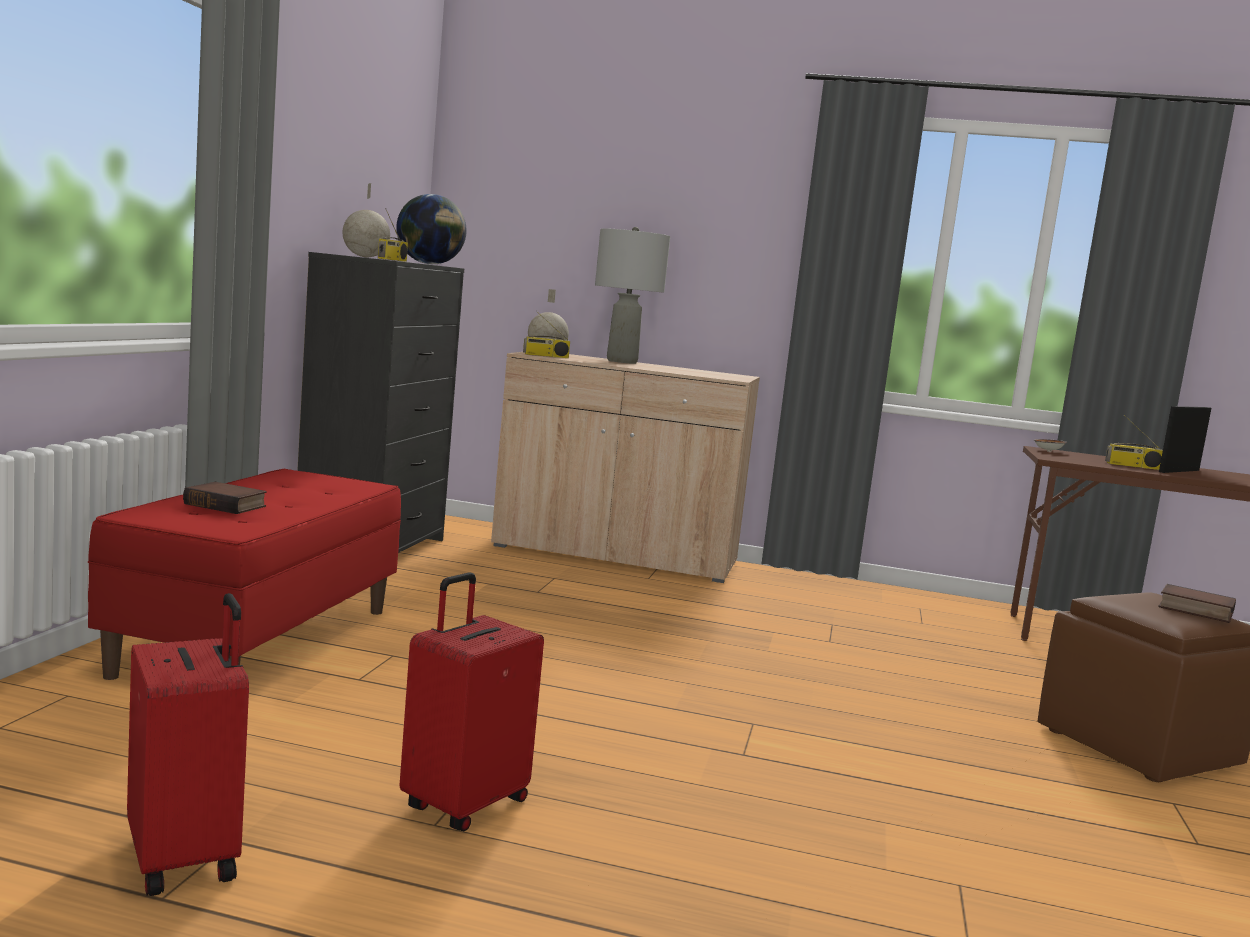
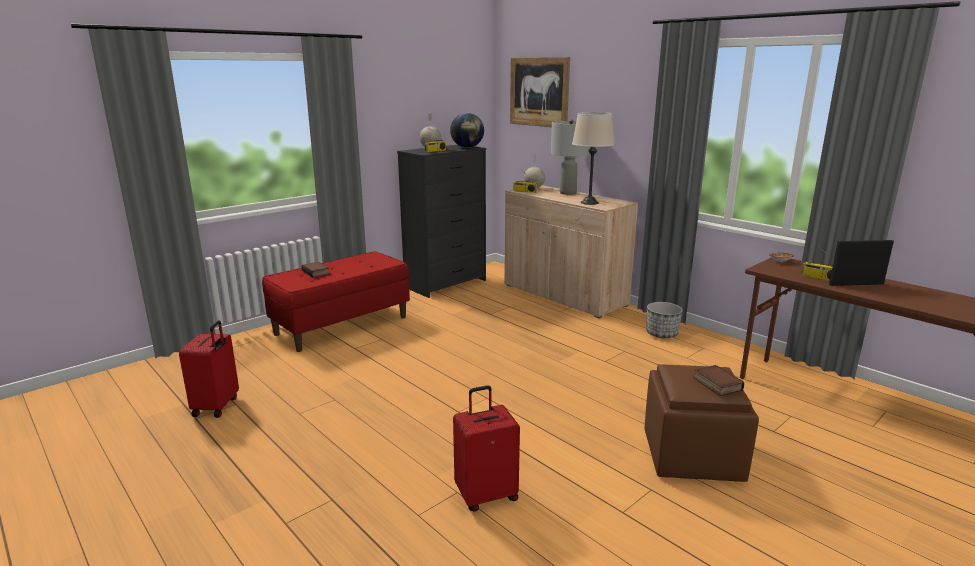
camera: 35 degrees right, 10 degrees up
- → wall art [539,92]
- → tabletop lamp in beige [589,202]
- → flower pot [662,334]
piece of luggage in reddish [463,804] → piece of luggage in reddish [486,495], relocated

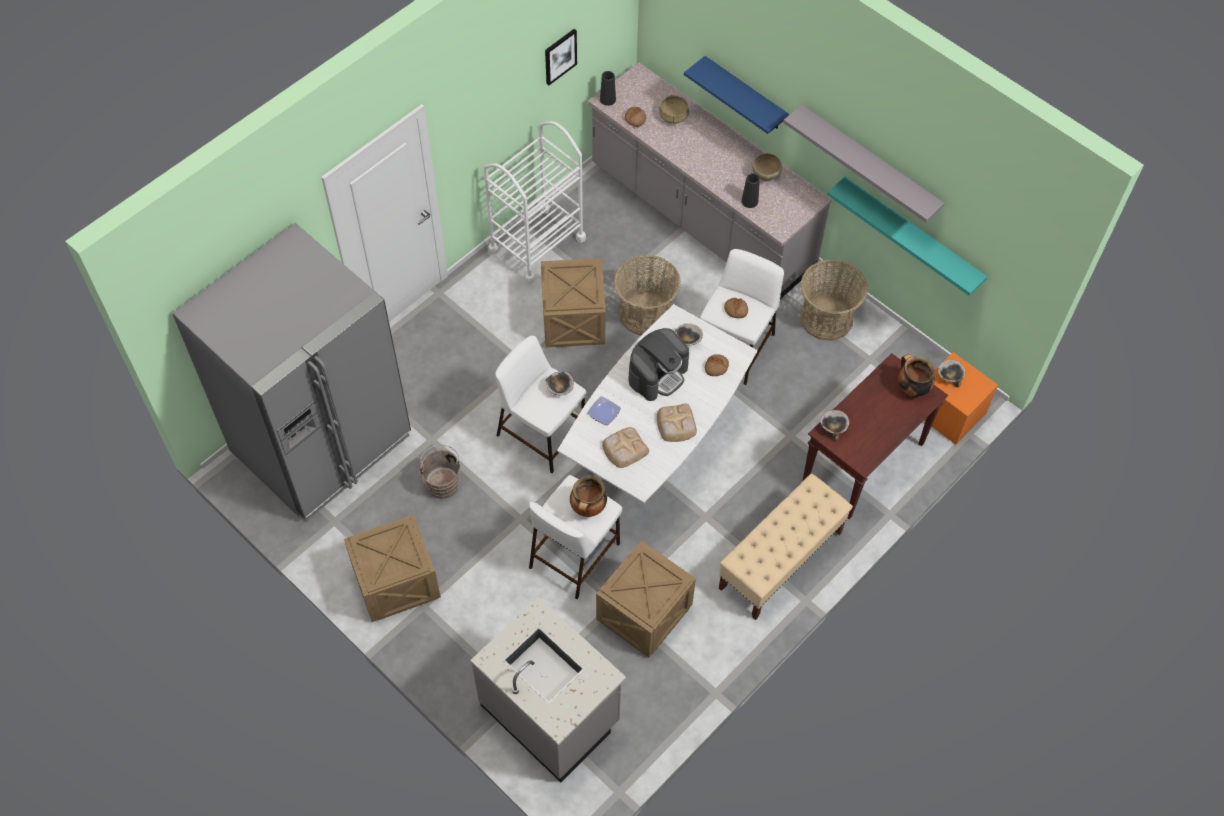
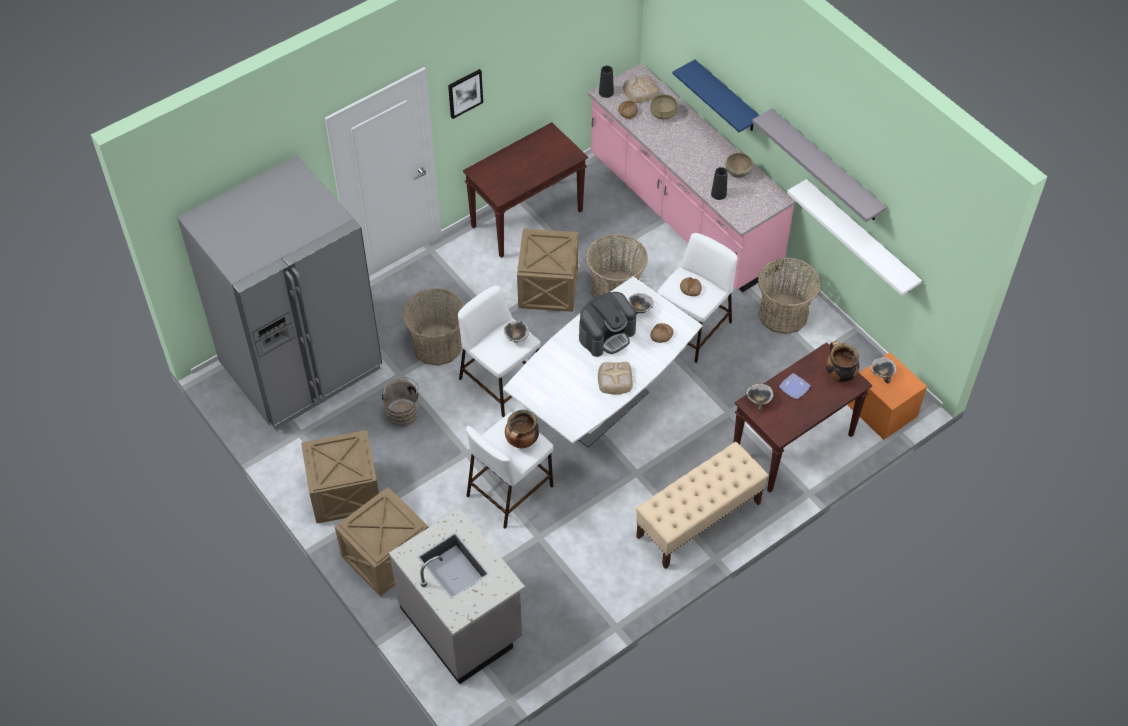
camera: 10 degrees right, 5 degrees down
- → household basket [437,345]
wall art [560,56] → wall art [465,93], relocated
plate [603,411] → plate [794,387], relocated
crate [645,611] → crate [387,556], relocated
baked bread [624,449] → baked bread [640,91], relocated
wheeled cart in white [537,244] → hall table in brown [527,218]
kitchen counter in greyish [701,218] → kitchen counter in pink [683,212]
bracket shelf in turquoise-coloured [912,234] → bracket shelf in white [860,237]

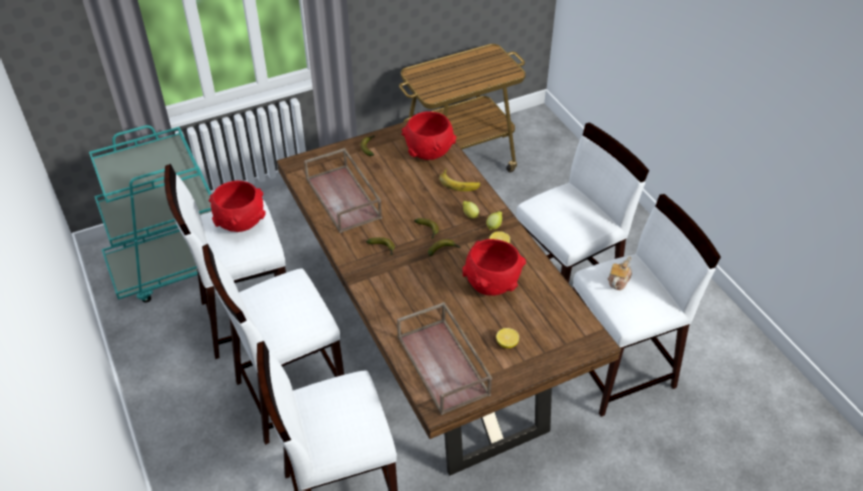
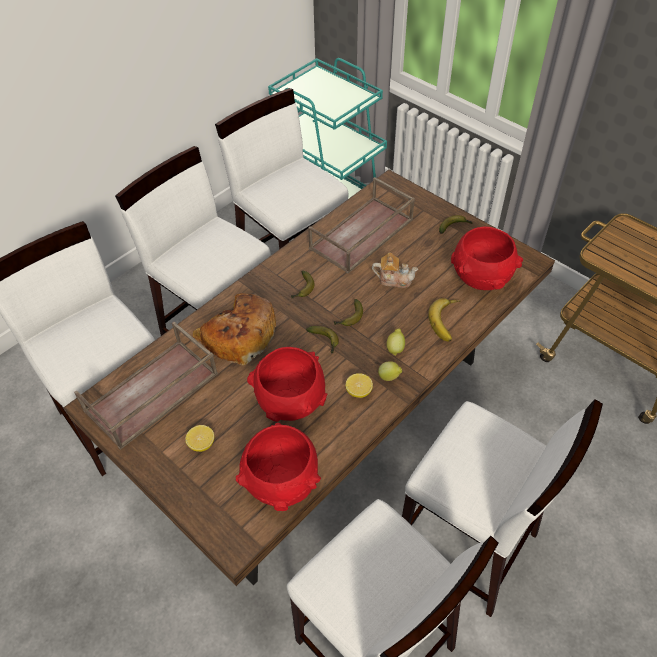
camera: 70 degrees right, 5 degrees up
- → baked bread [238,335]
bowl in reddish [241,223] → bowl in reddish [282,483], relocated
tea pot [618,280] → tea pot [394,279], relocated

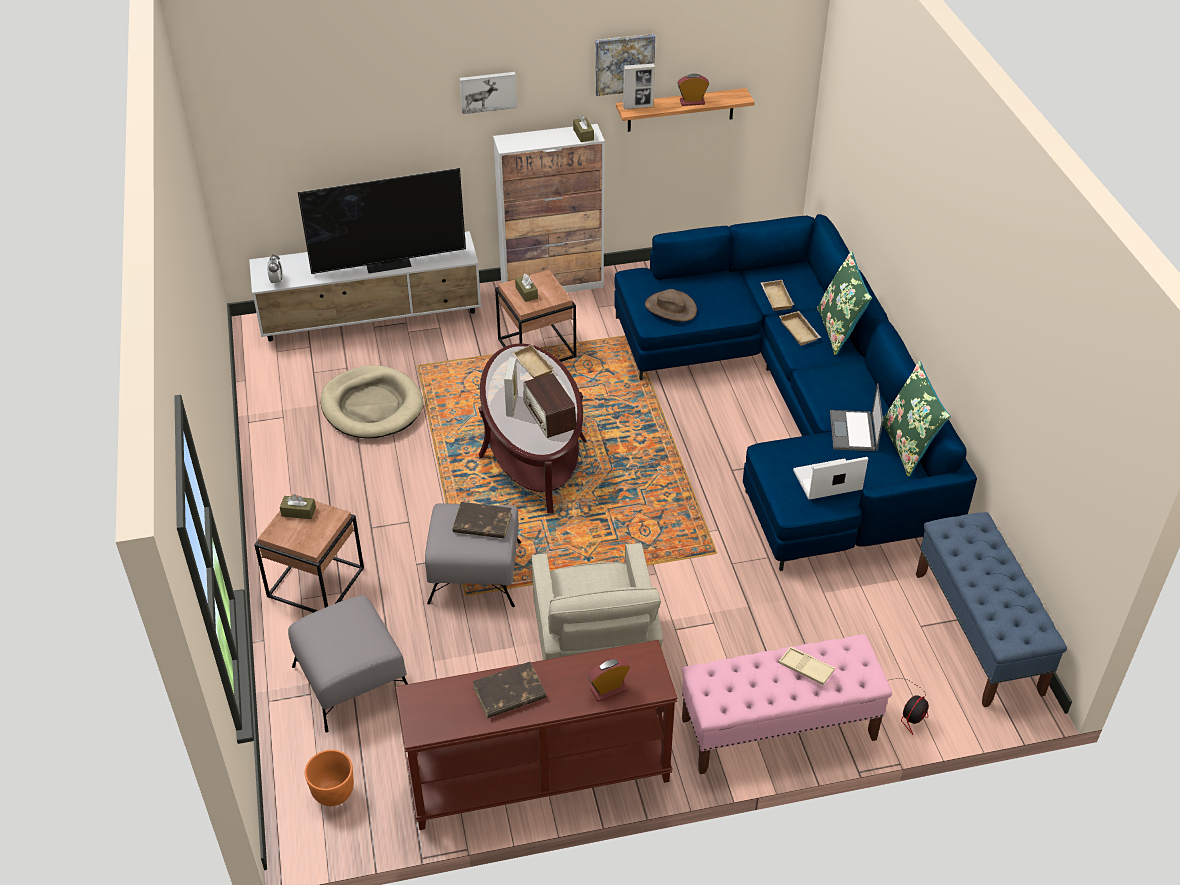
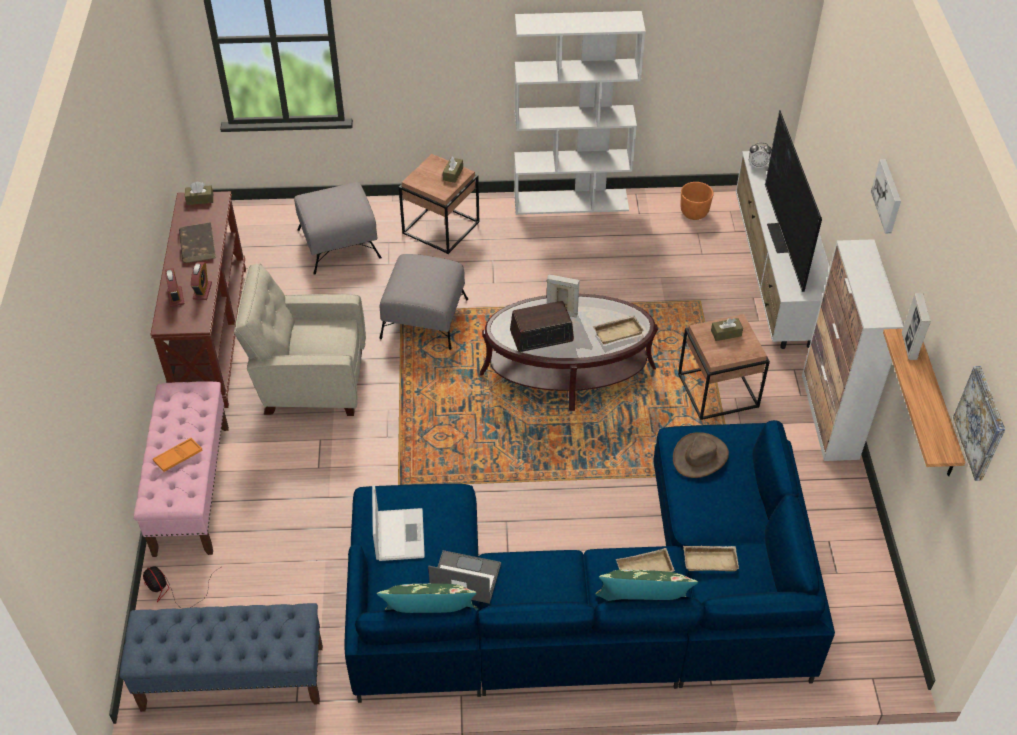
camera: 100 degrees right, 5 degrees up
dog cushion in beige [372,406] → -
volume in brown [482,523] → -
- → bookcase in white [571,201]
flower pot in orange-coloured [334,792] → flower pot in orange-coloured [694,214], relocated
box of tissues in brown [583,134] → box of tissues in brown [200,199], relocated
wall art [624,63] → wall art [981,423], relocated
bedside clock [692,102] → bedside clock [202,291], relocated
carrying tray in beige [806,668] → carrying tray in orange-coloured [178,457]

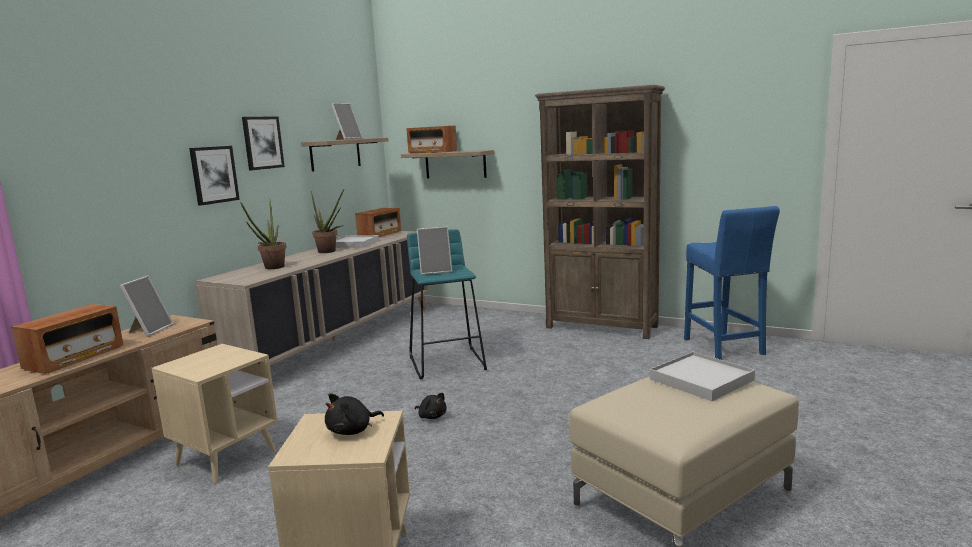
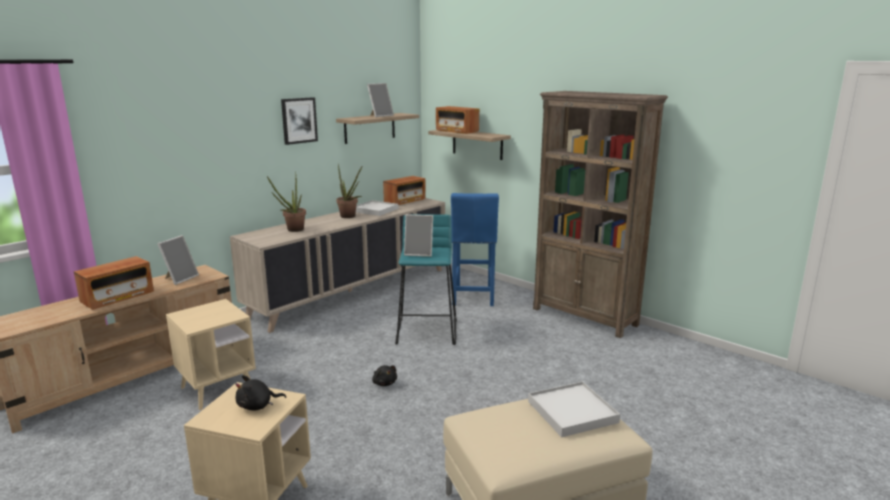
camera: 15 degrees right, 5 degrees up
wall art [214,175] → -
stool in bluish [724,348] → stool in bluish [473,297], relocated

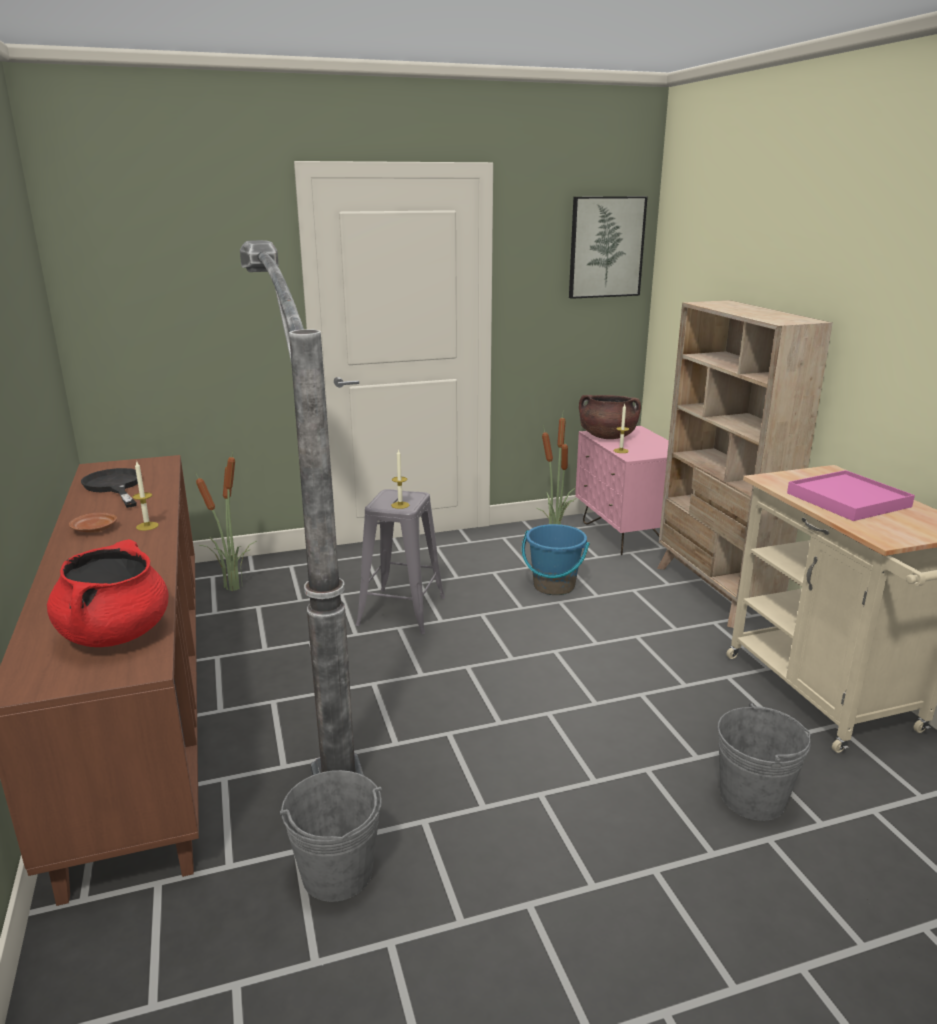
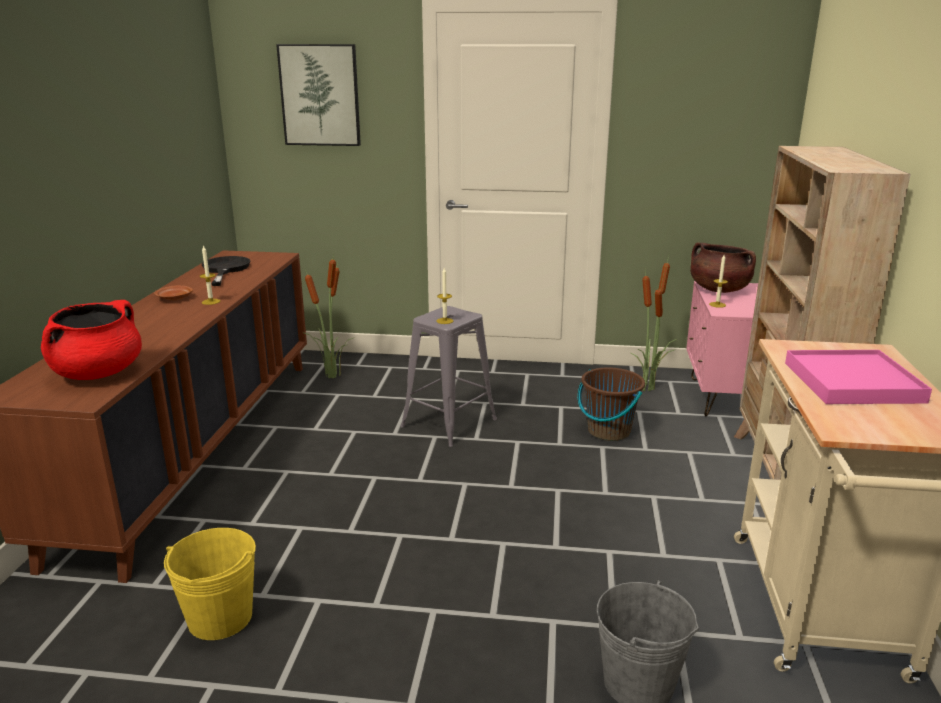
camera: 25 degrees right, 0 degrees up
floor lamp [312,688] → -
wall art [606,247] → wall art [320,95], relocated
pail in greyish [337,873] → pail in yellow-coloured [220,618]
pail in bluish [554,586] → pail in brown [608,431]

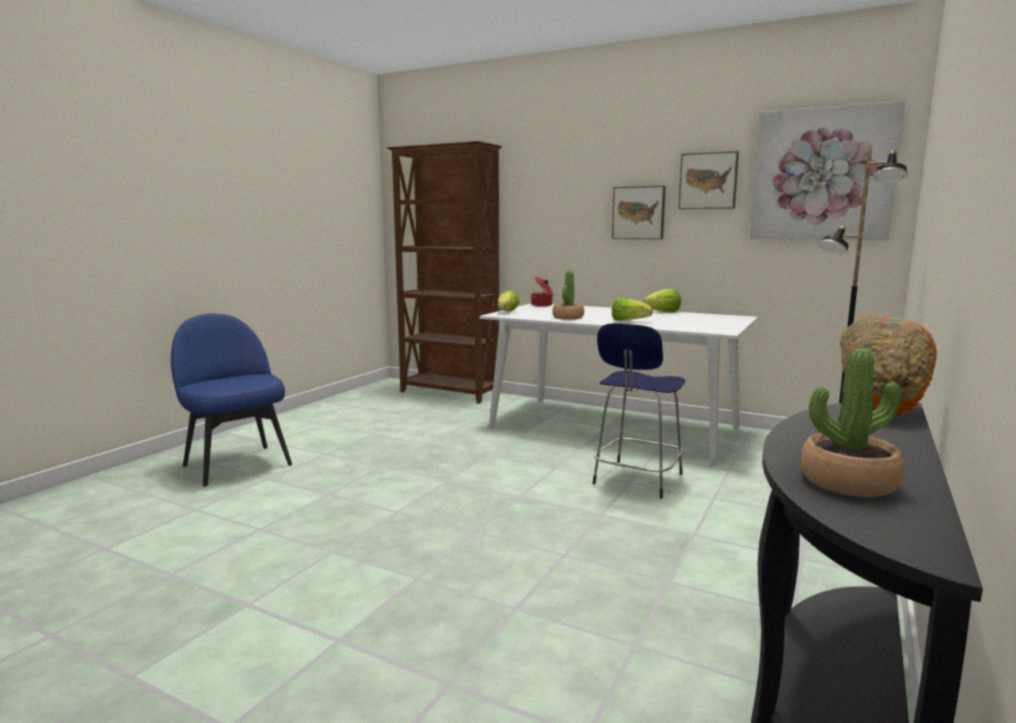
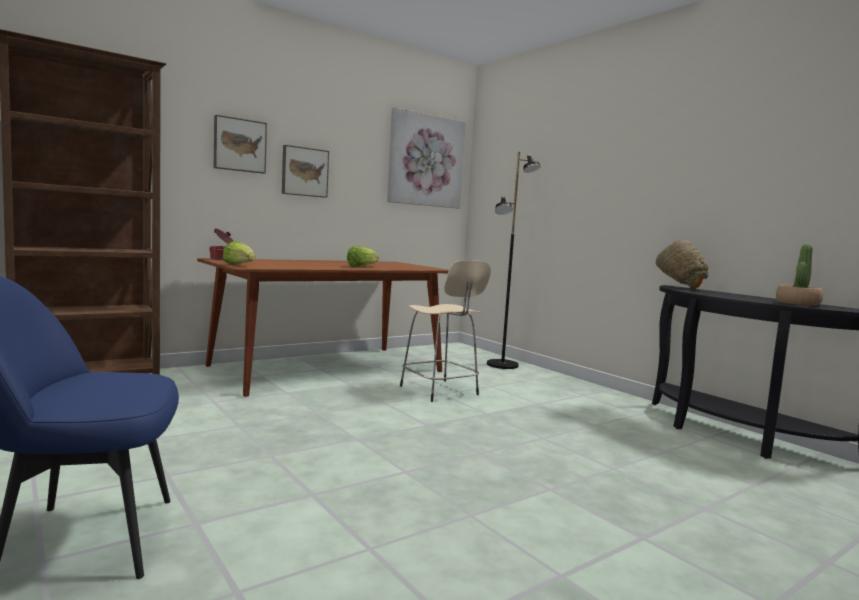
camera: 65 degrees left, 5 degrees down
plant in a pot [568,317] → -
lettuce head [663,312] → -
wall art [708,181] → wall art [239,145], relocated
dining table in white [615,427] → dining table in brown [327,368]
stool in bluish [636,480] → stool in beige [440,391]

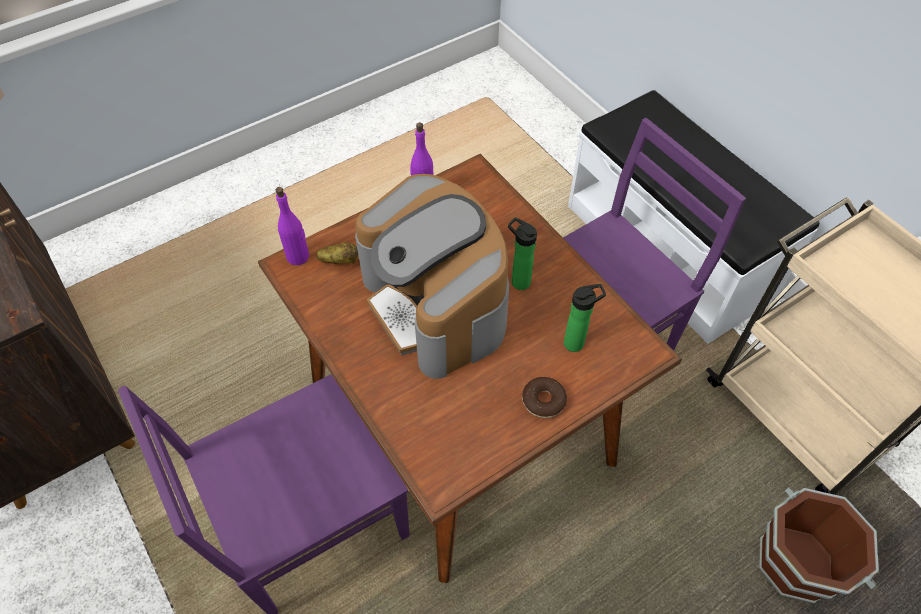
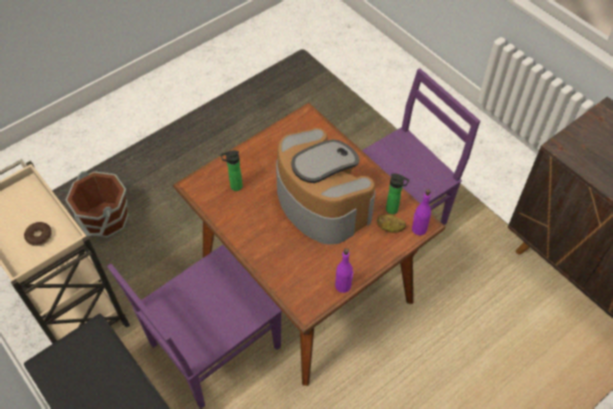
camera: 175 degrees right, 0 degrees up
beverage bottle [518,281] → beverage bottle [393,210], relocated
donut [543,401] → donut [39,236], relocated

